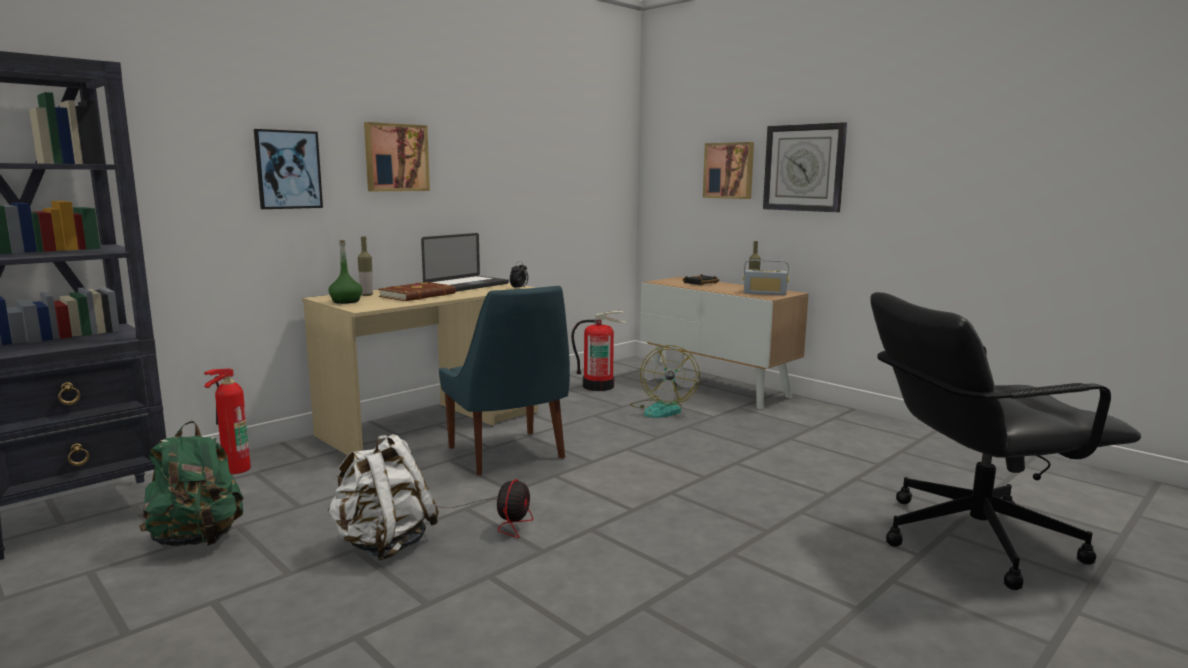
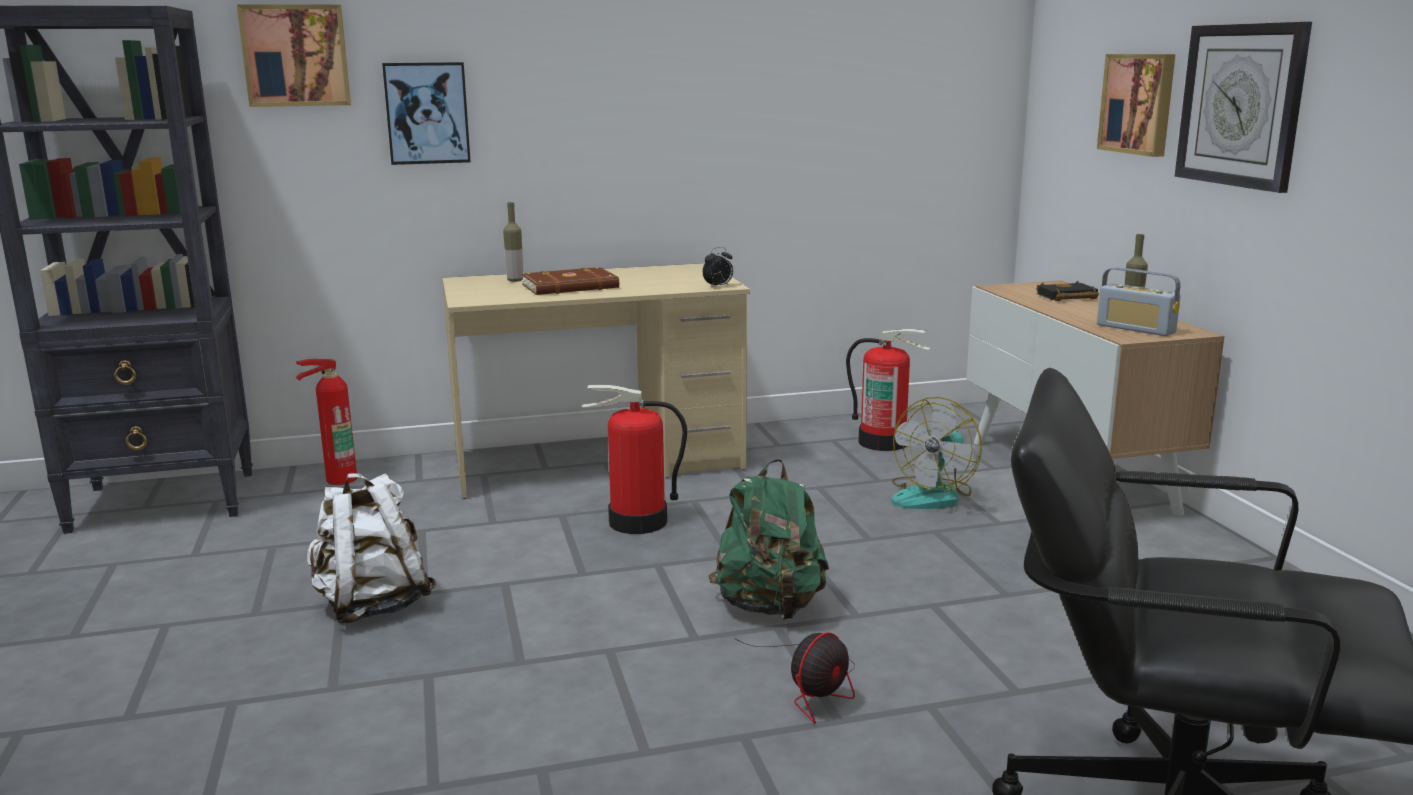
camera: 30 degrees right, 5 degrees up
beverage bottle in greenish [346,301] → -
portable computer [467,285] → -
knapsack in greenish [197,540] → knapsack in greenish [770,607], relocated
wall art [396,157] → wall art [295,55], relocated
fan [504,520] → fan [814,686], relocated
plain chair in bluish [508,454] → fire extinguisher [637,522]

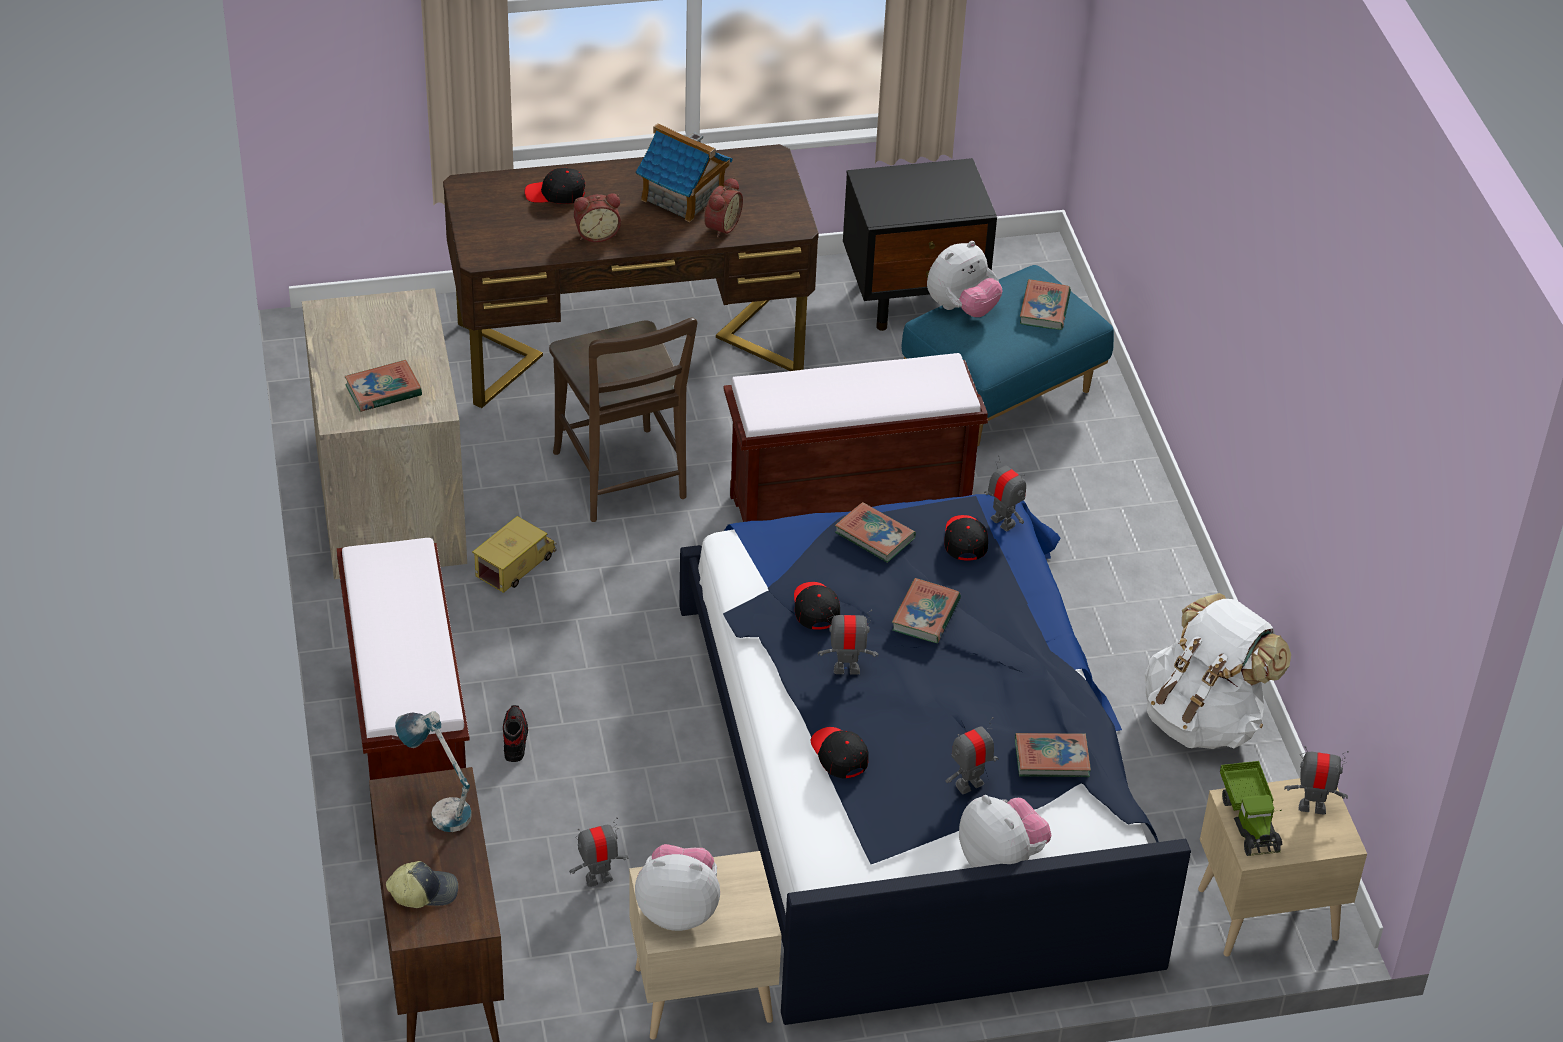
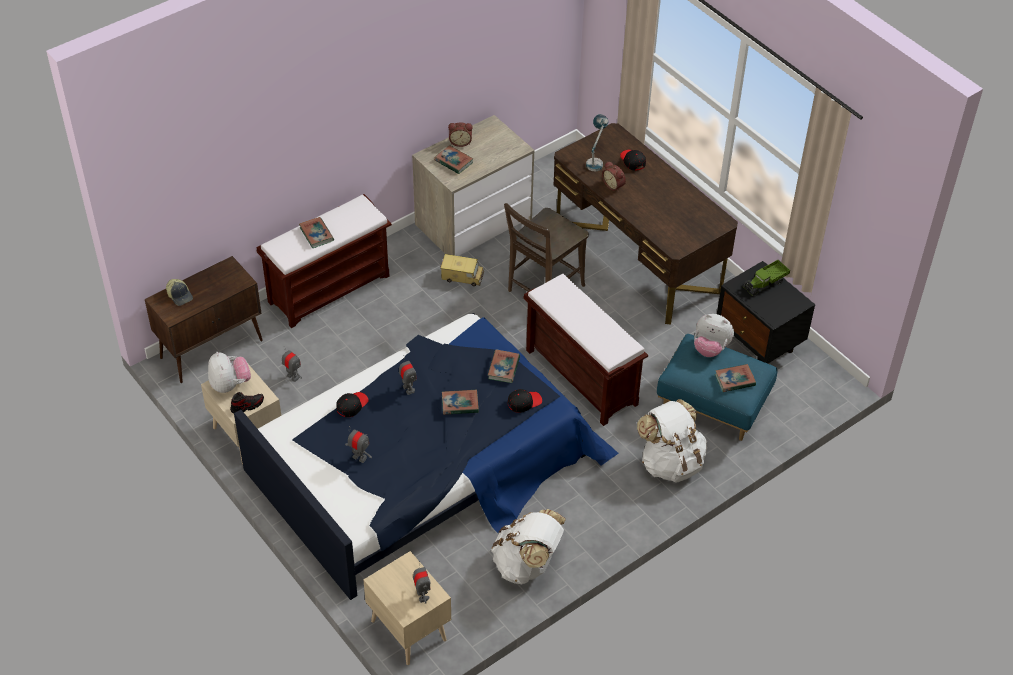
camera: 65 degrees right, 5 degrees up
model house [683,196] → -
peaked cap in blackish [815,608] → -
soft toy [1001,860] → -
robot figure [1003,522] → -
- → knapsack in white [671,462]
tabletop lamp [438,807] → tabletop lamp [596,160], relocated
shoe [514,739] → shoe [247,406], relocated
bedside clock [720,226] → bedside clock [460,142], relocated
volume [1051,758] → volume [316,234], relocated
toy lorry [1249,819] → toy lorry [765,283], relocated

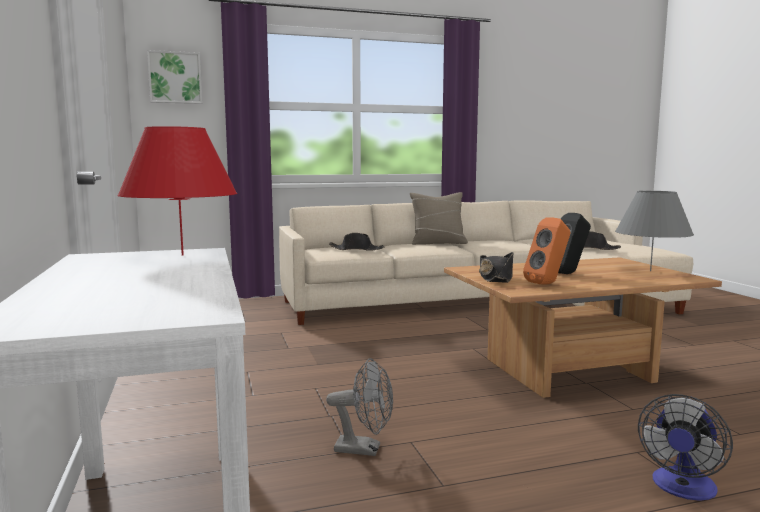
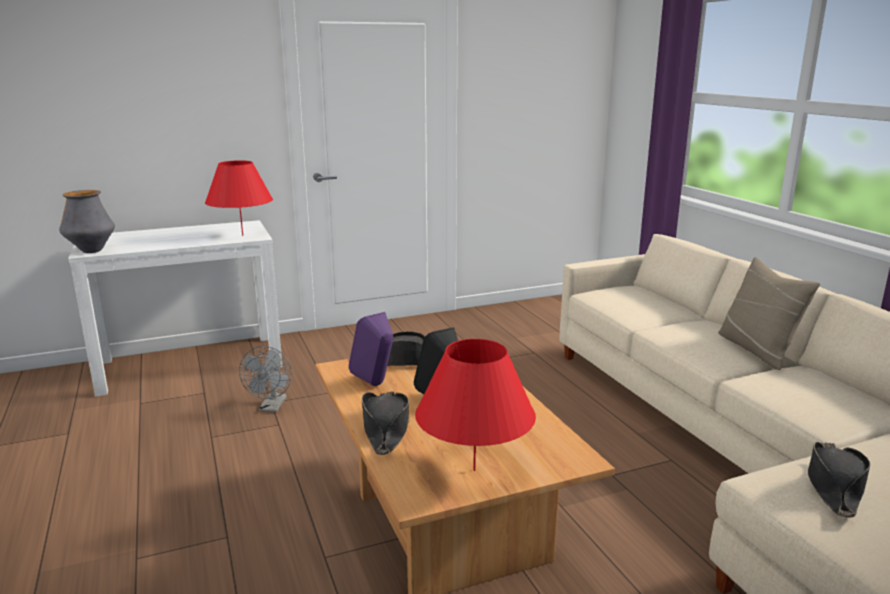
camera: 85 degrees right, 10 degrees up
wall art [175,77] → -
fan [682,489] → -
- → flower vase [91,251]
hat in blackish [357,249] → hat in blackish [385,429], relocated
audio speaker in orange-coloured [548,284] → audio speaker in purple-coloured [375,385]
tabletop lamp in greyish [650,271] → tabletop lamp in reddish [474,470]

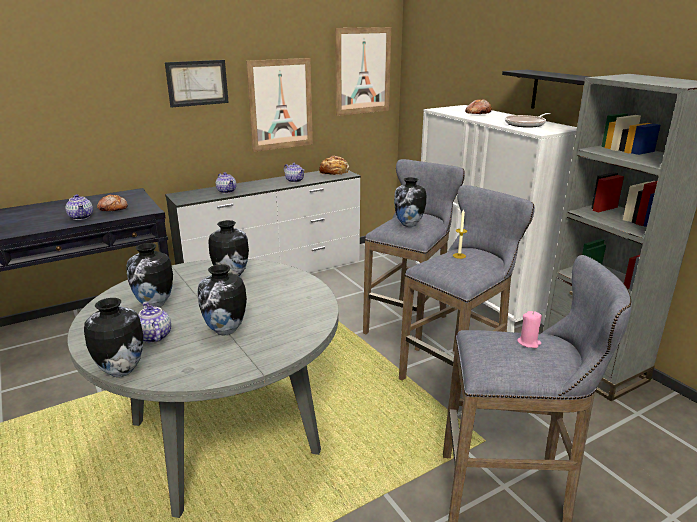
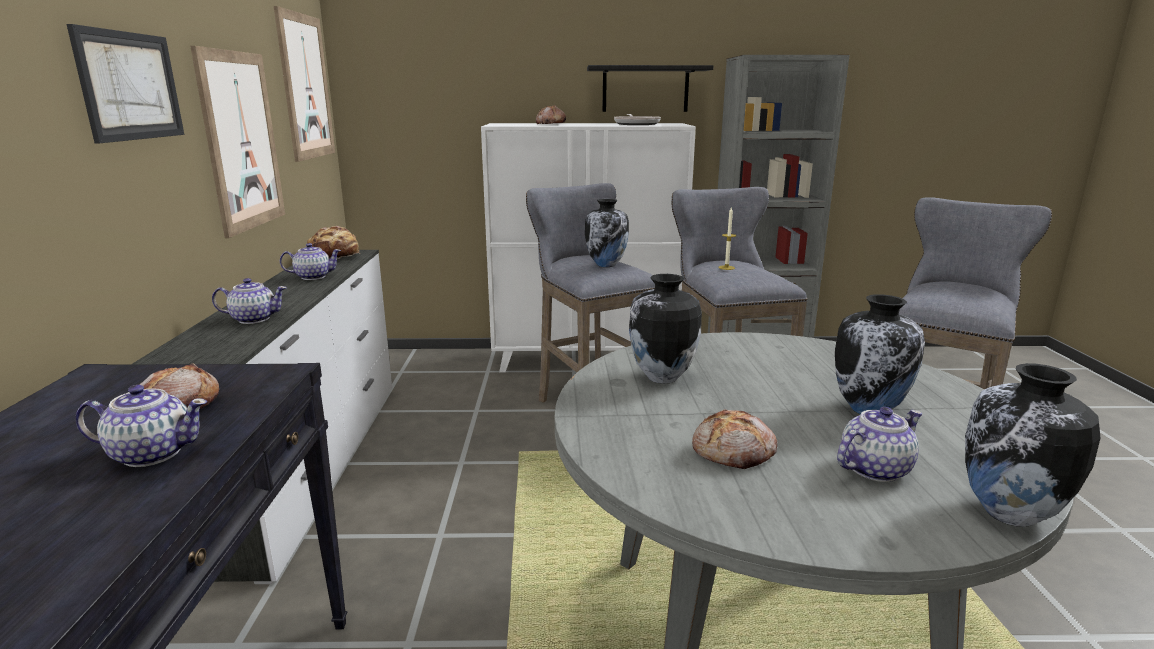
camera: 60 degrees left, 5 degrees down
candle in pink [528,343] → -
flower vase [155,304] → baked bread [734,452]
tea pot [153,336] → tea pot [874,468], 150 degrees clockwise

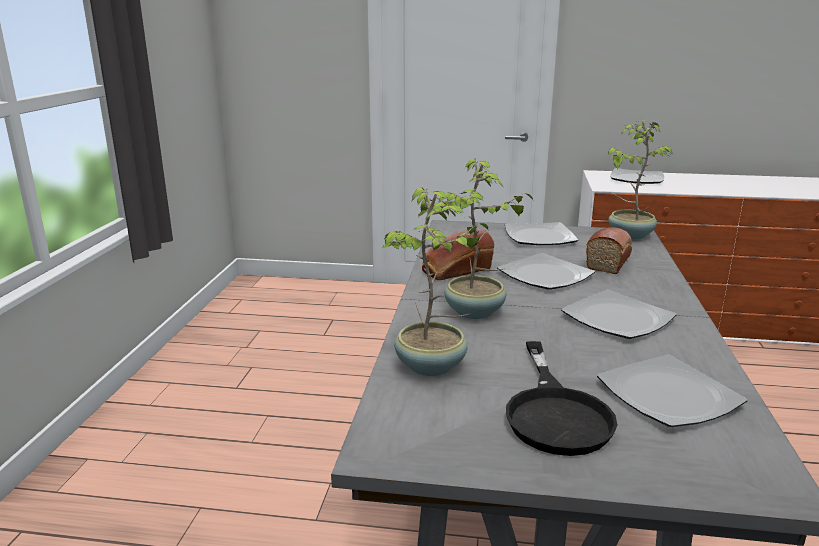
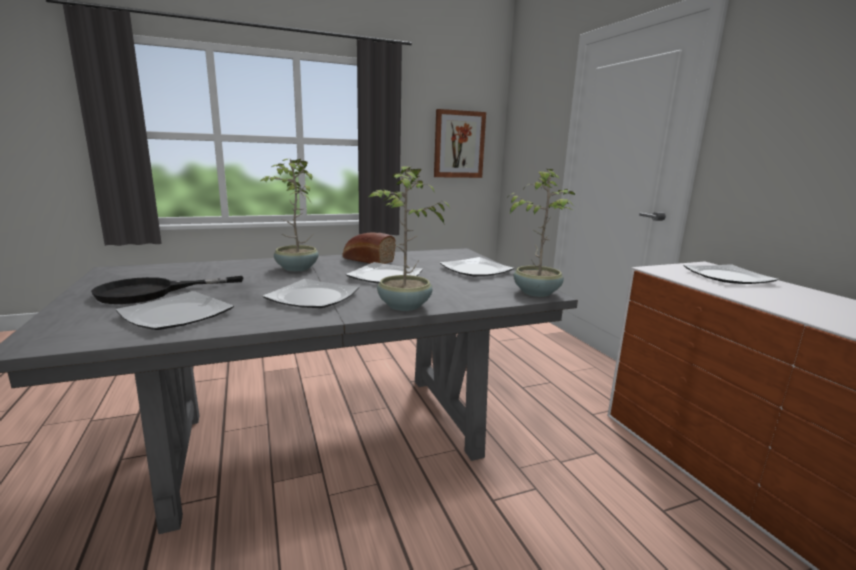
camera: 60 degrees right, 5 degrees down
baked bread [609,261] → -
- → wall art [459,144]
plant in a pot [432,366] → plant in a pot [404,306], relocated

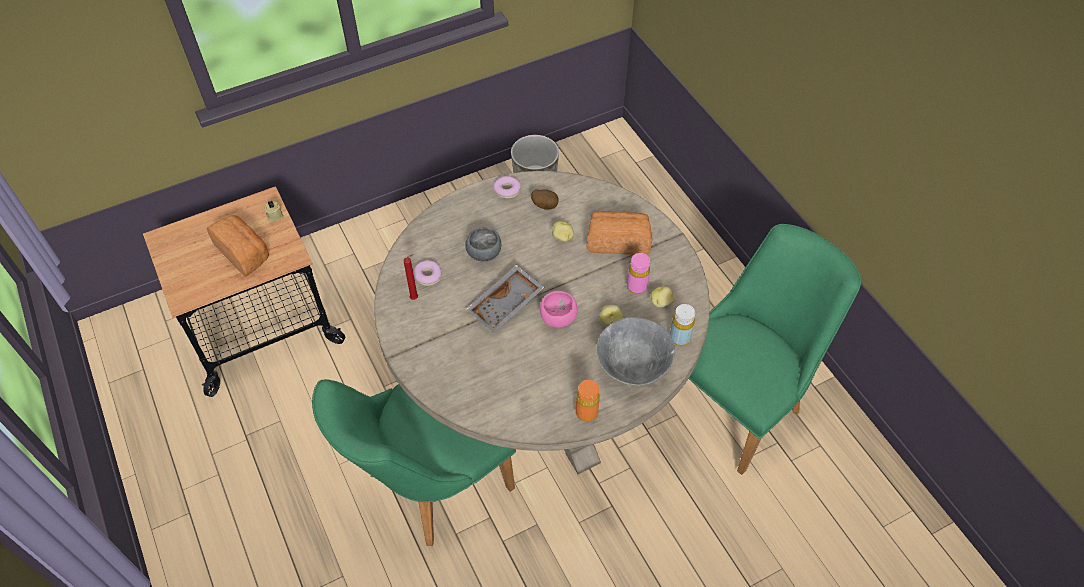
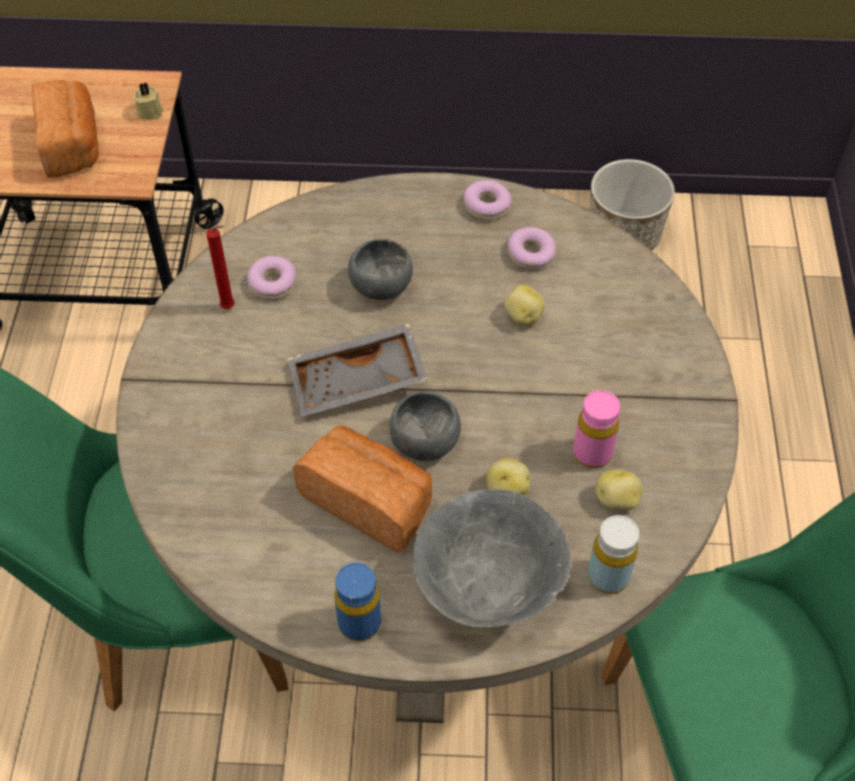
camera: 30 degrees right, 0 degrees up
baked bread [618,241] → baked bread [369,500], relocated
potato [545,205] → donut [530,254]
bowl in pink [557,317] → bowl in greyish [423,441]
beverage bottle in orange-coloured [586,412] → beverage bottle in bluish [359,623]

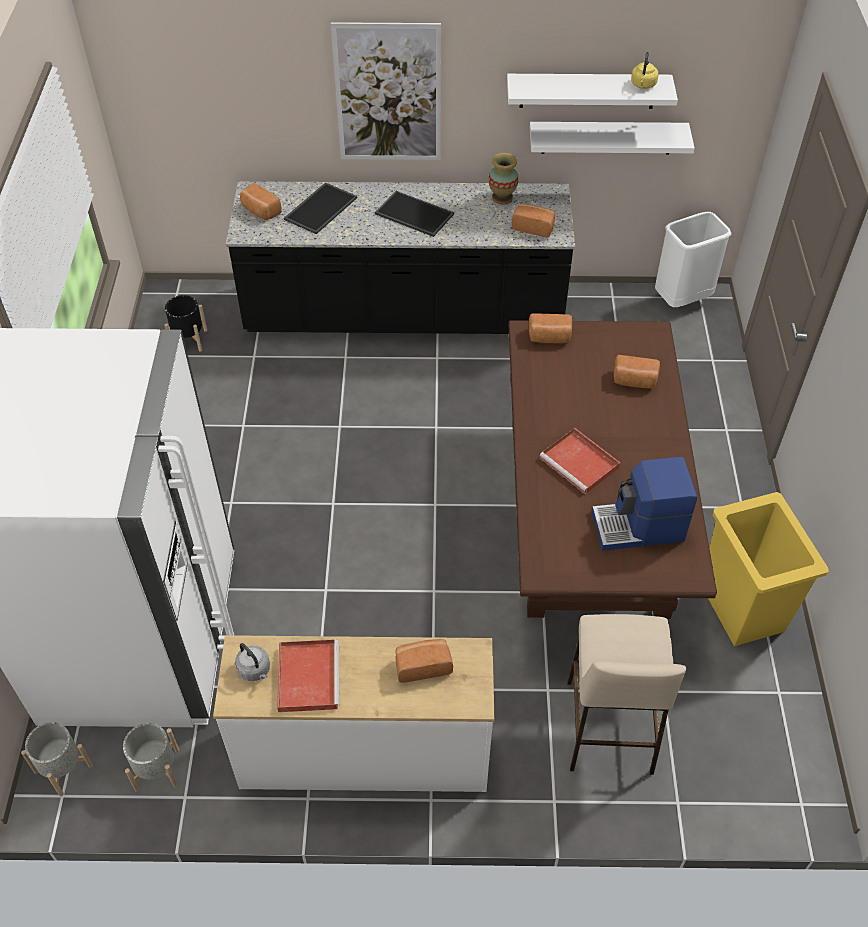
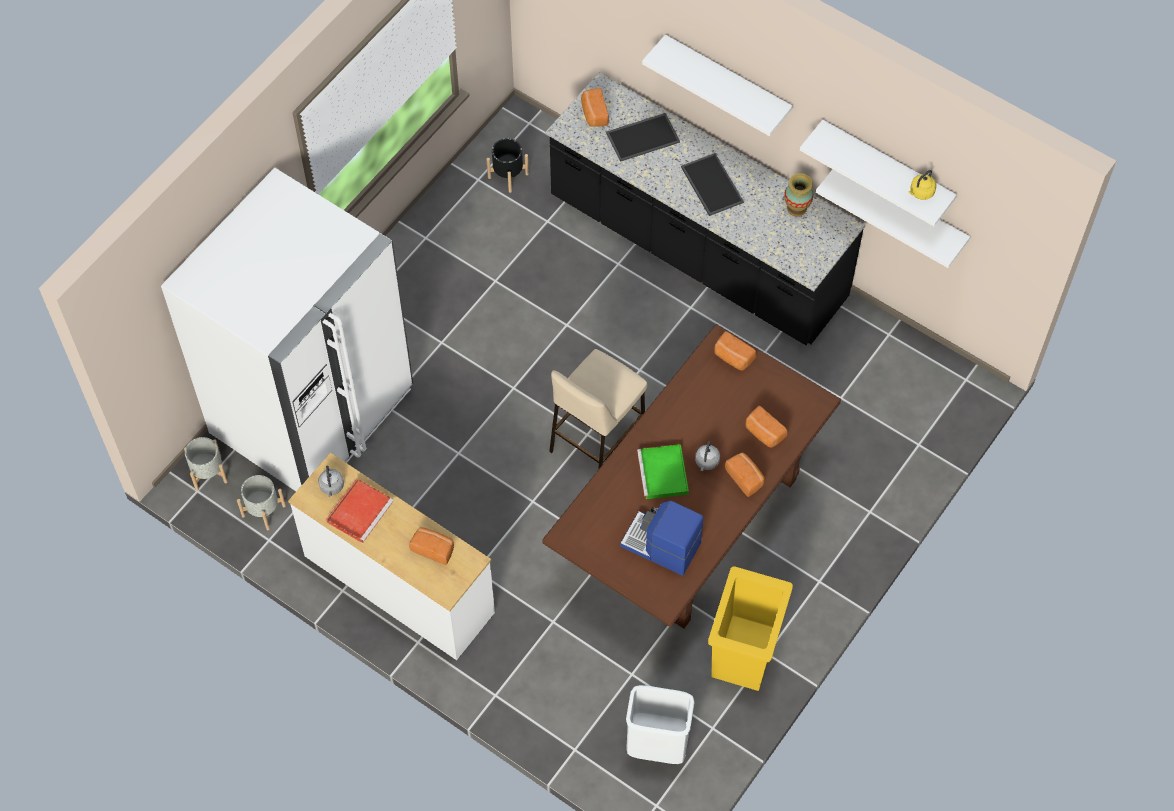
camera: 35 degrees right, 10 degrees up
- → tea kettle in greyish [706,462]
baked bread [533,227] → baked bread [745,478], relocated
stool in beige [609,727] → stool in beige [597,442], relocated
waste bin in white [682,300] → waste bin in white [657,746], relocated
wall art [388,94] → bracket shelf in white [727,80]
carrying tray in reddish [581,463] → carrying tray in greenish [663,474]

